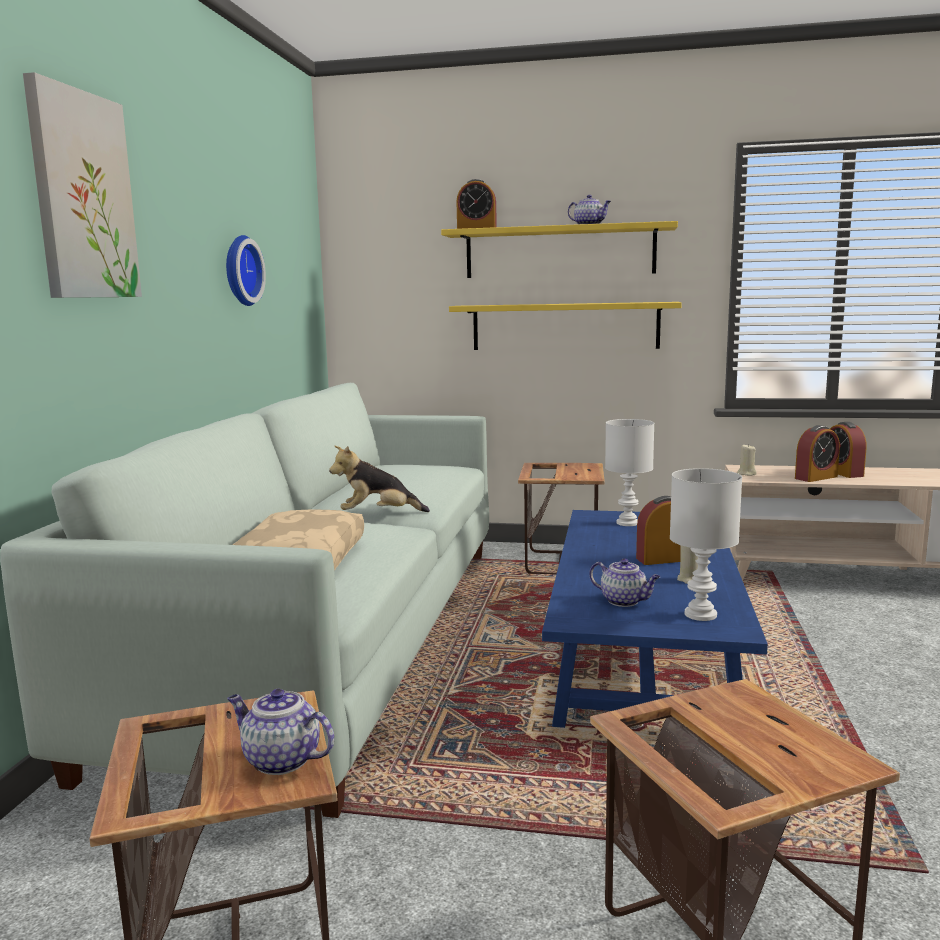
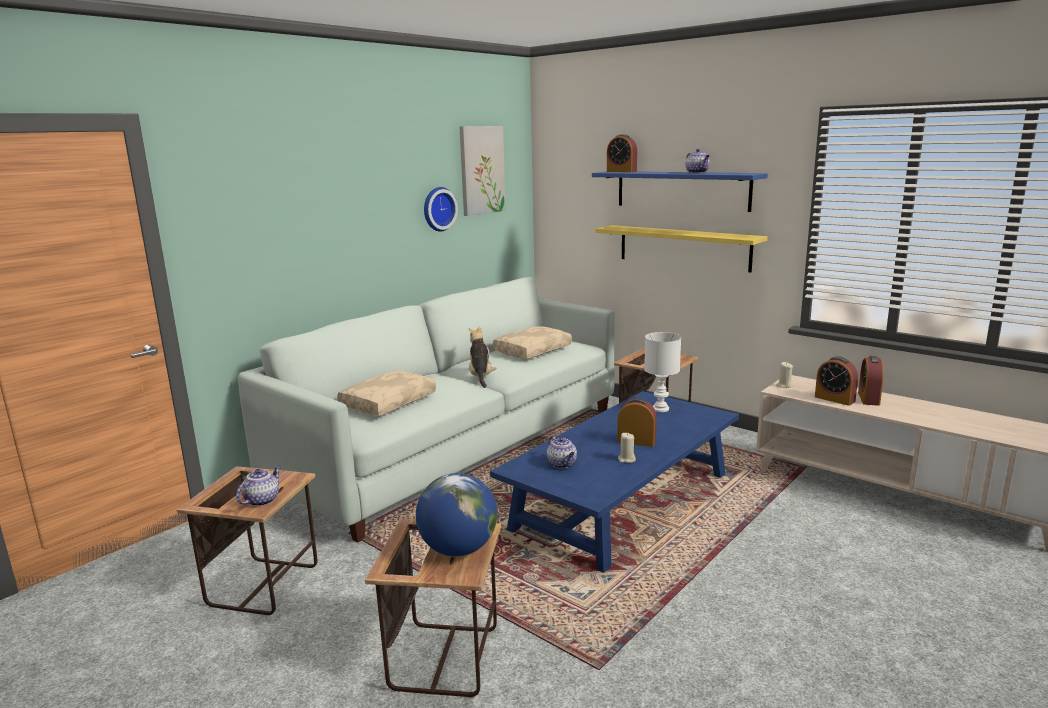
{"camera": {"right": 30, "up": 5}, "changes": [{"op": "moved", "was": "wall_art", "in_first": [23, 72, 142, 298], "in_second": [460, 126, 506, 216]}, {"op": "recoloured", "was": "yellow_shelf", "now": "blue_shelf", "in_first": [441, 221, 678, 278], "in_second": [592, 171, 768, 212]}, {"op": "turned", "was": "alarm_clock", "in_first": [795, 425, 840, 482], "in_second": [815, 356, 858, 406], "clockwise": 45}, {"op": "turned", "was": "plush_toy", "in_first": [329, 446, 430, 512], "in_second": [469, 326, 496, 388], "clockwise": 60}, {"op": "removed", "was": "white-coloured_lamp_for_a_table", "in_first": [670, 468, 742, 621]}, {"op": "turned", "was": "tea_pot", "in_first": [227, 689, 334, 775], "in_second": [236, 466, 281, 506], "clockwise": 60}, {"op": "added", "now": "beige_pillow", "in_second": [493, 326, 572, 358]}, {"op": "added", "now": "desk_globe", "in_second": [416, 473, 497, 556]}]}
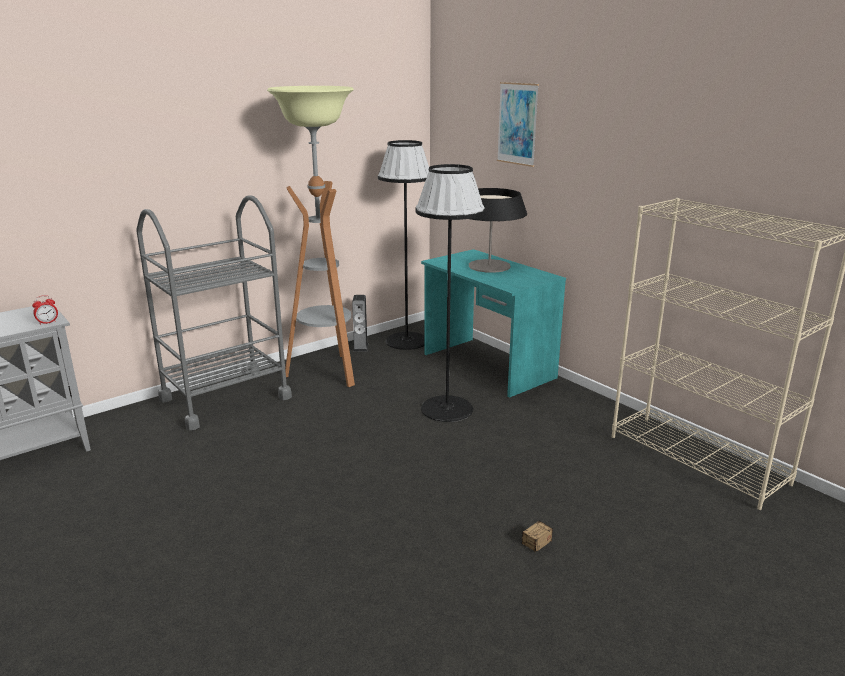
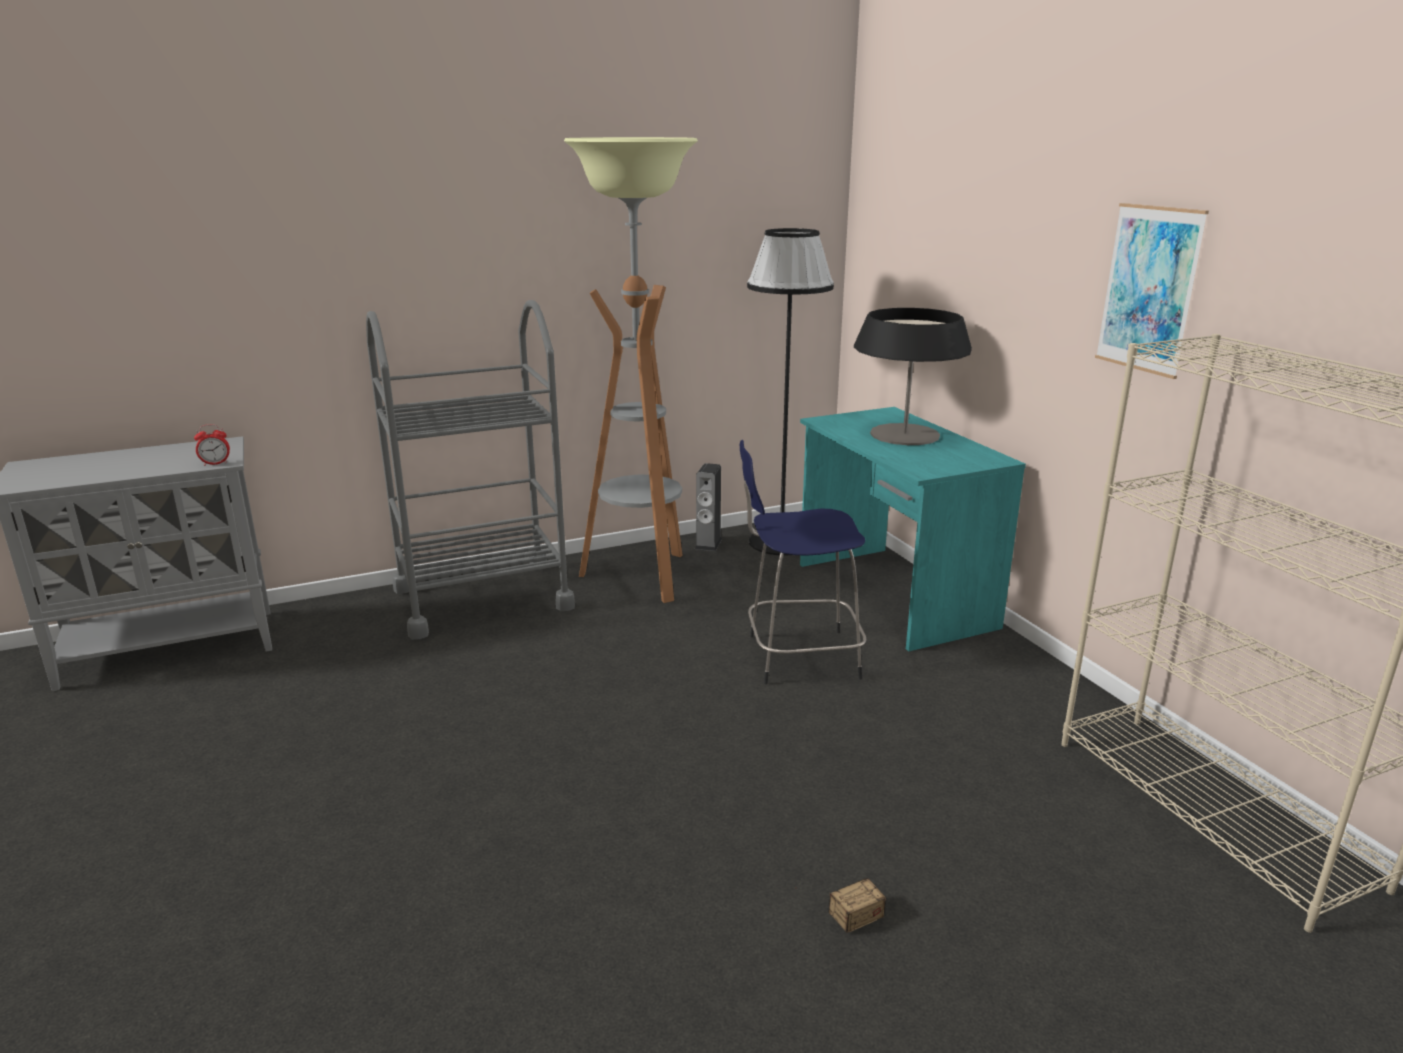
{"camera": {"right": 15, "up": 0}, "changes": [{"op": "moved", "was": "wall_art", "in_first": [497, 82, 539, 167], "in_second": [1095, 203, 1209, 379]}, {"op": "replaced", "was": "black-coloured_standing_lamp", "now": "blue_stool", "in_first": [416, 164, 485, 422], "in_second": [740, 440, 866, 684]}]}
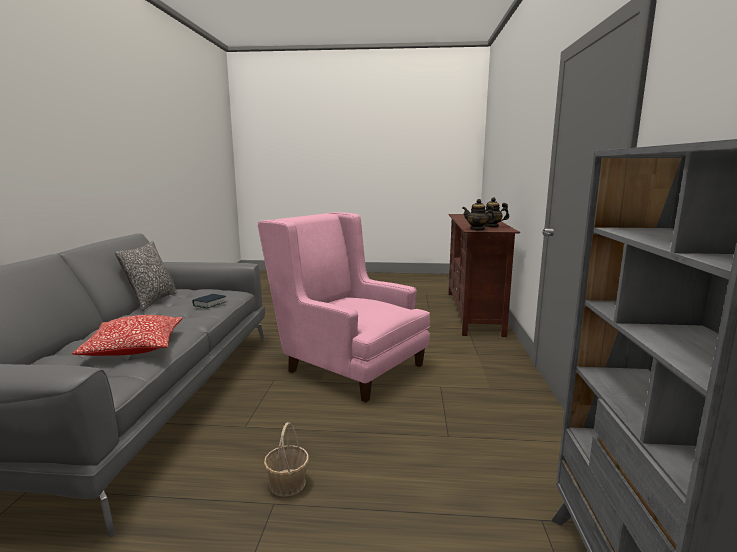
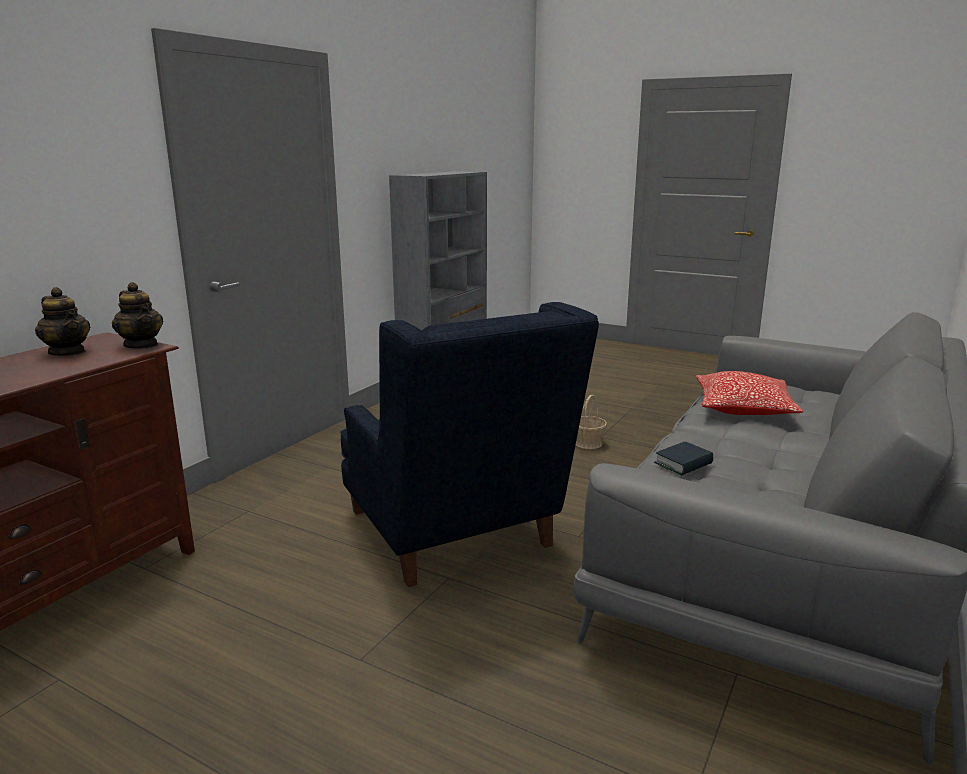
{"camera": {"right": -155, "up": 5}, "changes": [{"op": "recoloured", "was": "pinkish_armchair", "now": "blue_armchair", "in_first": [258, 212, 430, 402], "in_second": [340, 302, 599, 587]}, {"op": "removed", "was": "pillow", "in_first": [115, 241, 177, 311]}]}
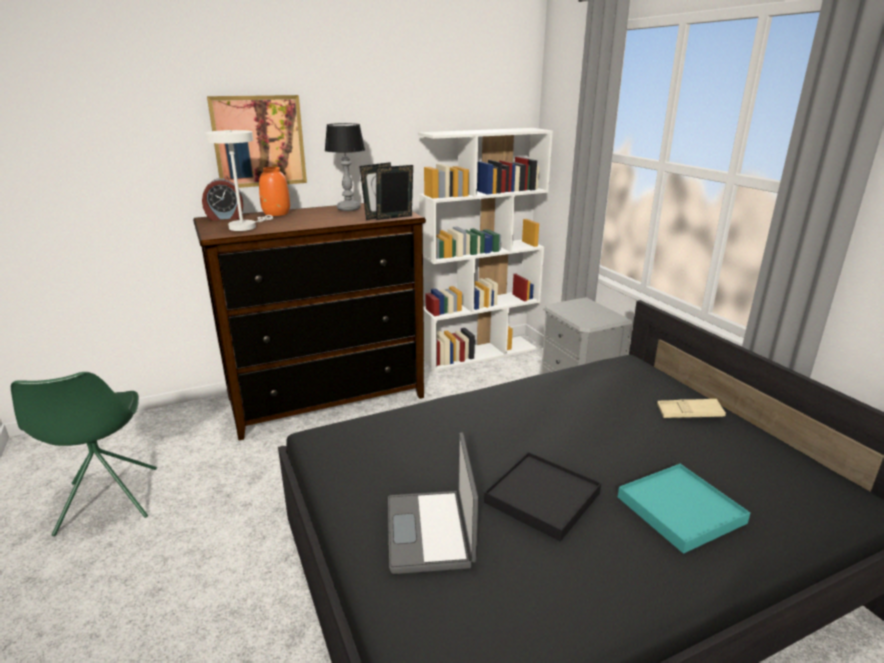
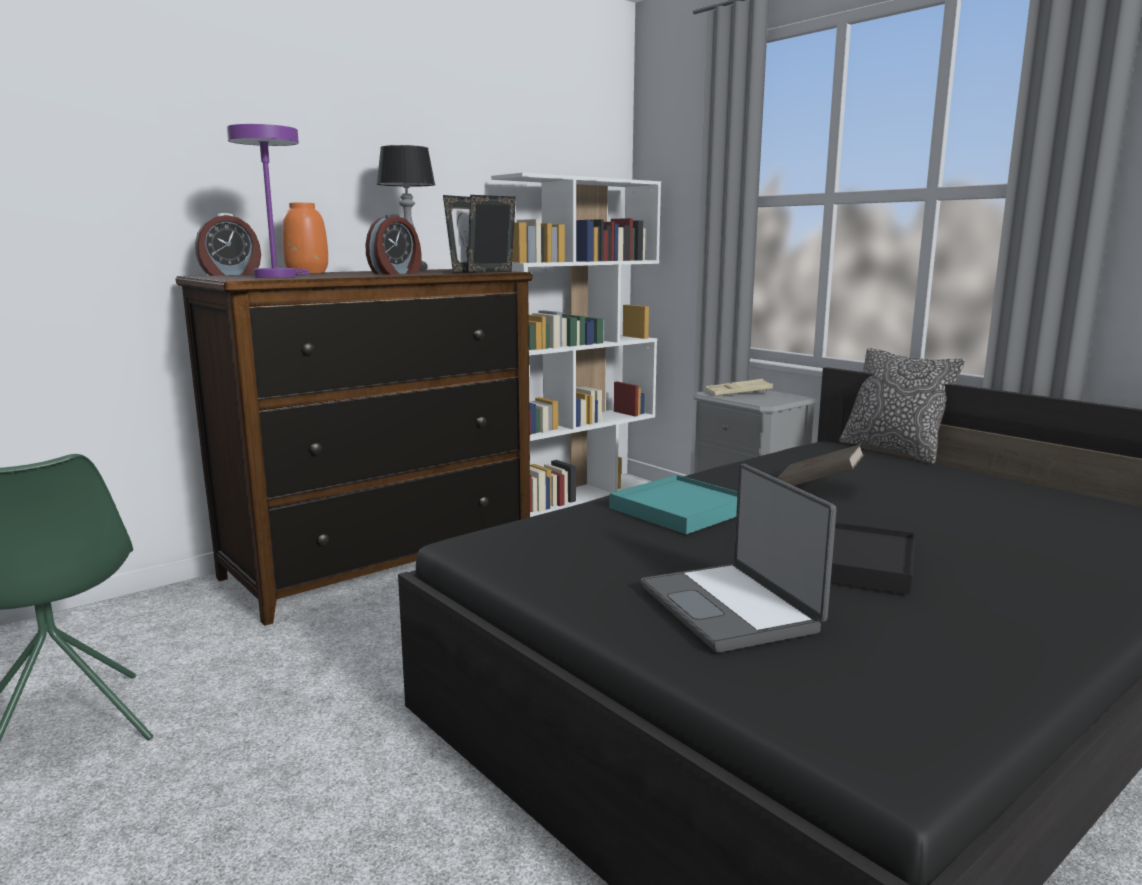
{"camera": {"right": -15, "up": -10}, "changes": [{"op": "removed", "was": "wall_art", "in_first": [207, 95, 307, 188]}, {"op": "recoloured", "was": "white-coloured_lamp_for_a_table", "now": "purplish_lamp_for_a_table", "in_first": [205, 130, 273, 231], "in_second": [227, 124, 310, 278]}, {"op": "moved", "was": "beige_tray", "in_first": [657, 399, 726, 418], "in_second": [705, 379, 773, 396]}, {"op": "moved", "was": "turquoise_tray", "in_first": [618, 464, 750, 554], "in_second": [610, 475, 738, 534]}, {"op": "added", "now": "alarm_clock", "in_second": [365, 214, 422, 274]}, {"op": "added", "now": "pillow", "in_second": [839, 348, 965, 464]}, {"op": "added", "now": "brown-coloured_volume", "in_second": [777, 444, 864, 486]}]}
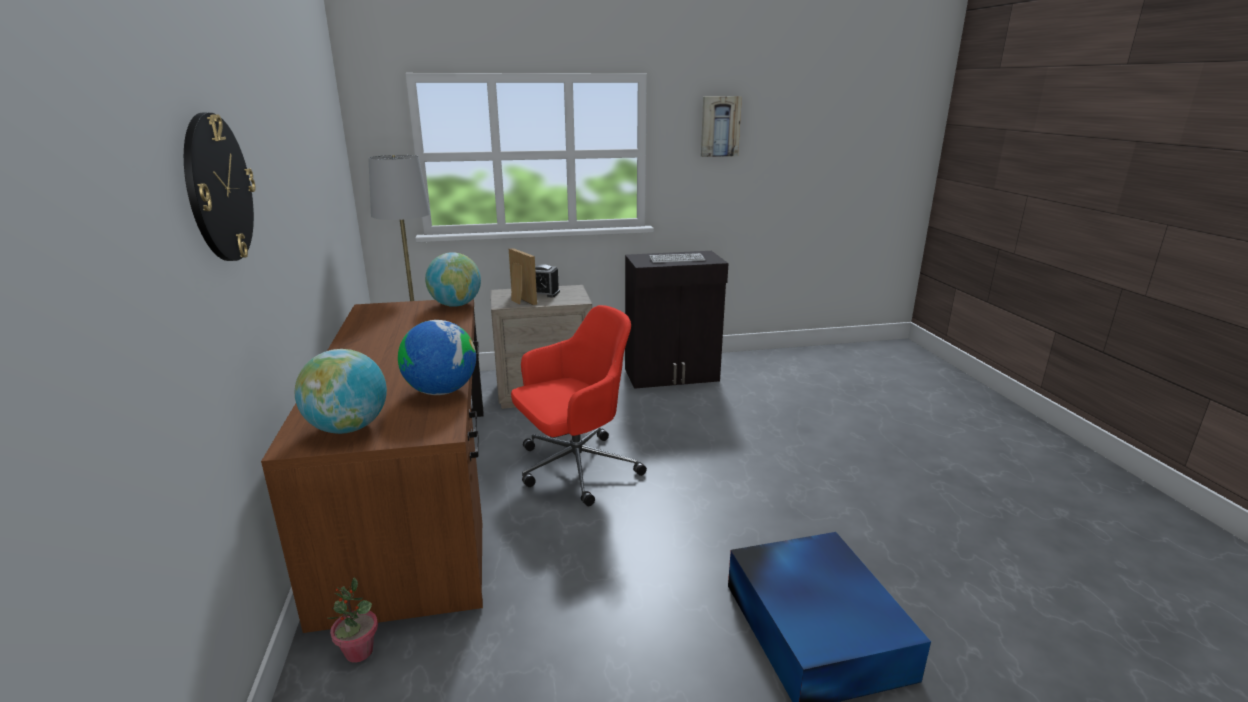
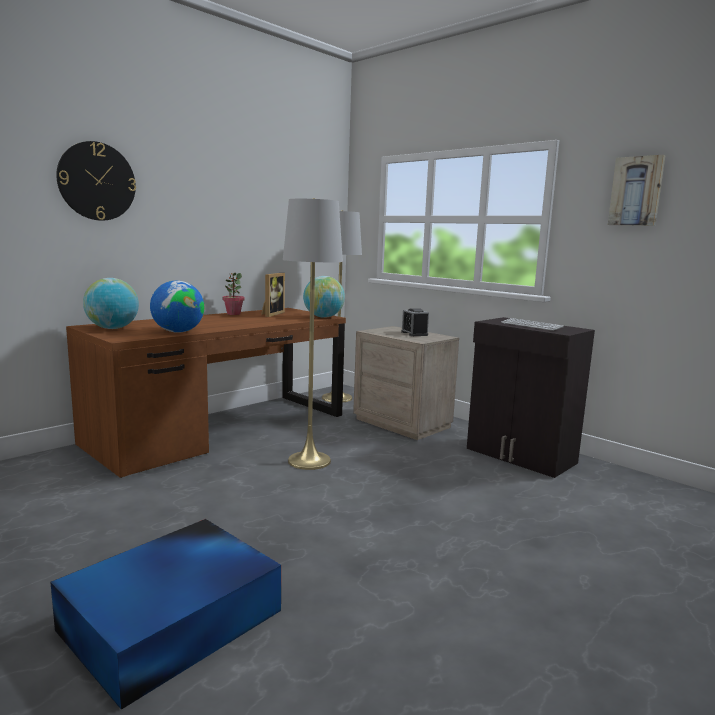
{"camera": {"right": 55, "up": -10}, "changes": [{"op": "moved", "was": "standing_frame", "in_first": [509, 248, 537, 305], "in_second": [261, 273, 285, 317]}, {"op": "replaced", "was": "red_computer_chair", "now": "greyish_standing_lamp", "in_first": [511, 305, 647, 506], "in_second": [283, 198, 343, 470]}, {"op": "moved", "was": "plant_in_a_pot", "in_first": [327, 578, 378, 663], "in_second": [223, 273, 245, 315]}]}
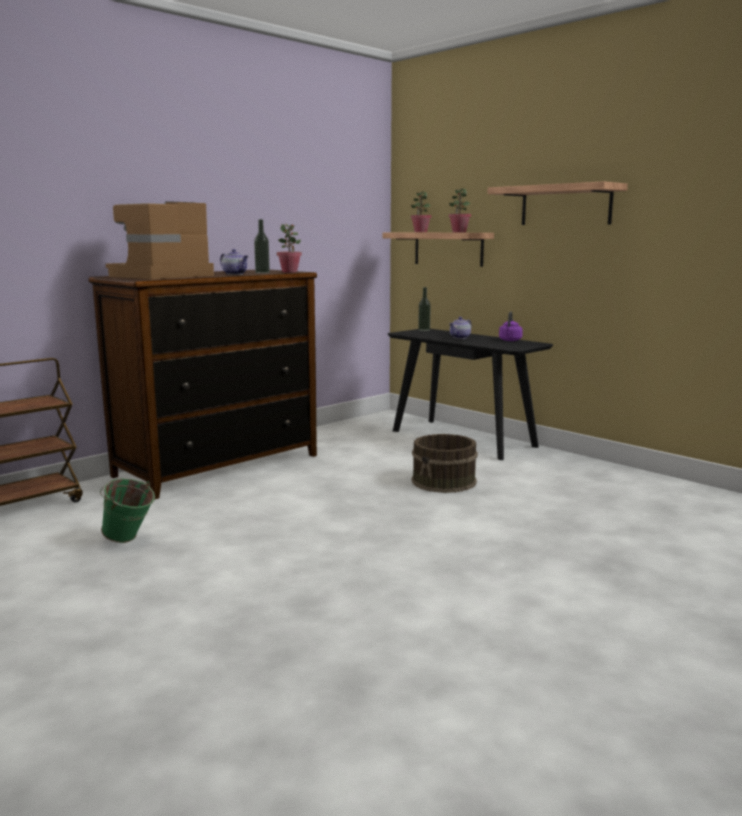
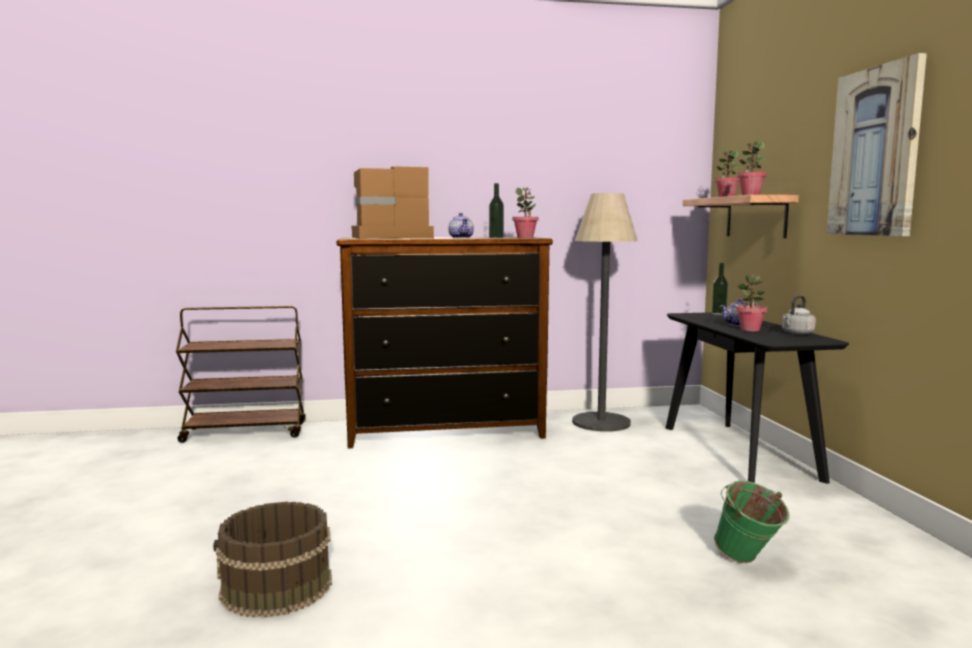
{"camera": {"right": 35, "up": -5}, "changes": [{"op": "replaced", "was": "shelf", "now": "wall_art", "in_first": [487, 181, 628, 225], "in_second": [827, 53, 927, 236]}, {"op": "recoloured", "was": "purplish_kettle", "now": "greyish_kettle", "in_first": [499, 311, 523, 341], "in_second": [782, 295, 816, 335]}, {"op": "moved", "was": "brown-coloured_bucket", "in_first": [412, 434, 478, 493], "in_second": [213, 501, 332, 618]}, {"op": "moved", "was": "green_bucket", "in_first": [100, 478, 155, 543], "in_second": [714, 481, 789, 563]}, {"op": "added", "now": "standing_lamp", "in_second": [572, 193, 638, 432]}, {"op": "added", "now": "plant_in_a_pot", "in_second": [736, 275, 767, 331]}]}
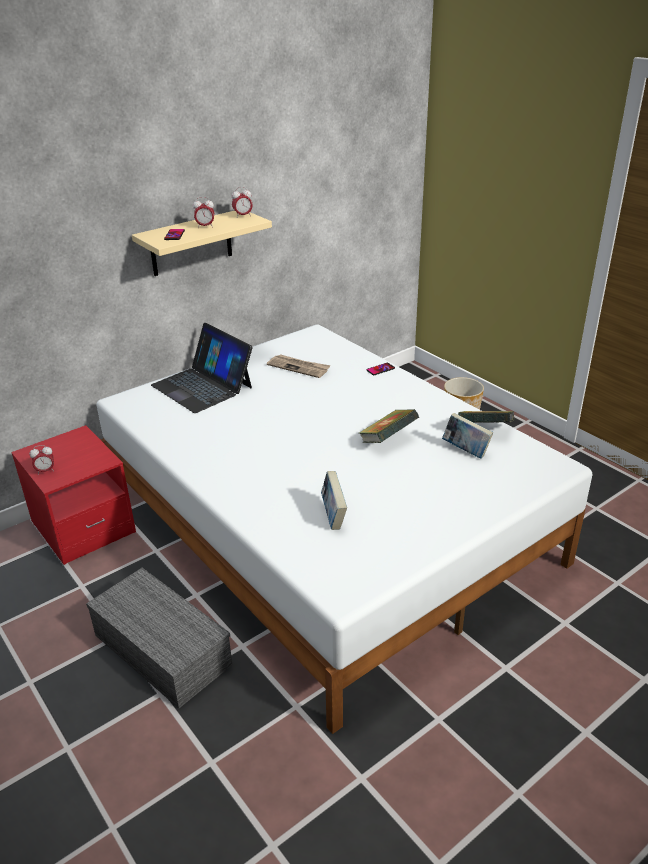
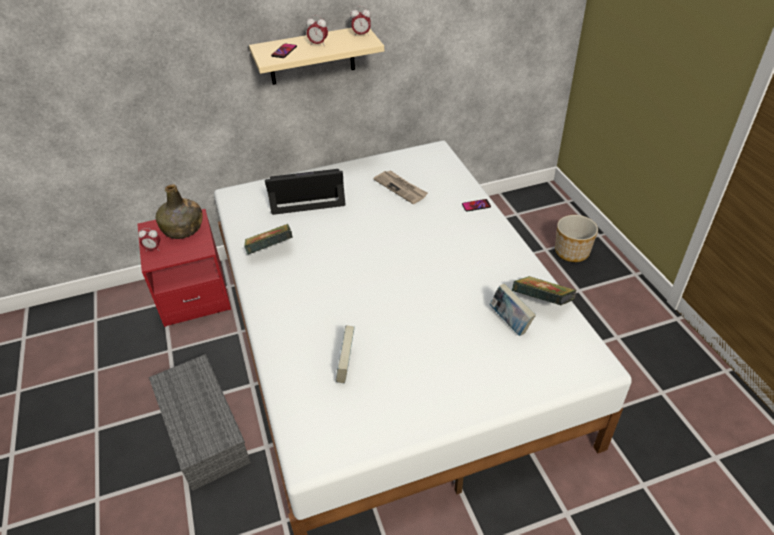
{"camera": {"right": 20, "up": 10}, "changes": [{"op": "turned", "was": "laptop", "in_first": [151, 323, 253, 413], "in_second": [265, 169, 346, 215], "clockwise": 105}, {"op": "moved", "was": "volume", "in_first": [359, 409, 419, 443], "in_second": [244, 224, 293, 254]}, {"op": "added", "now": "green_drink_bottle", "in_second": [156, 184, 202, 239]}]}
